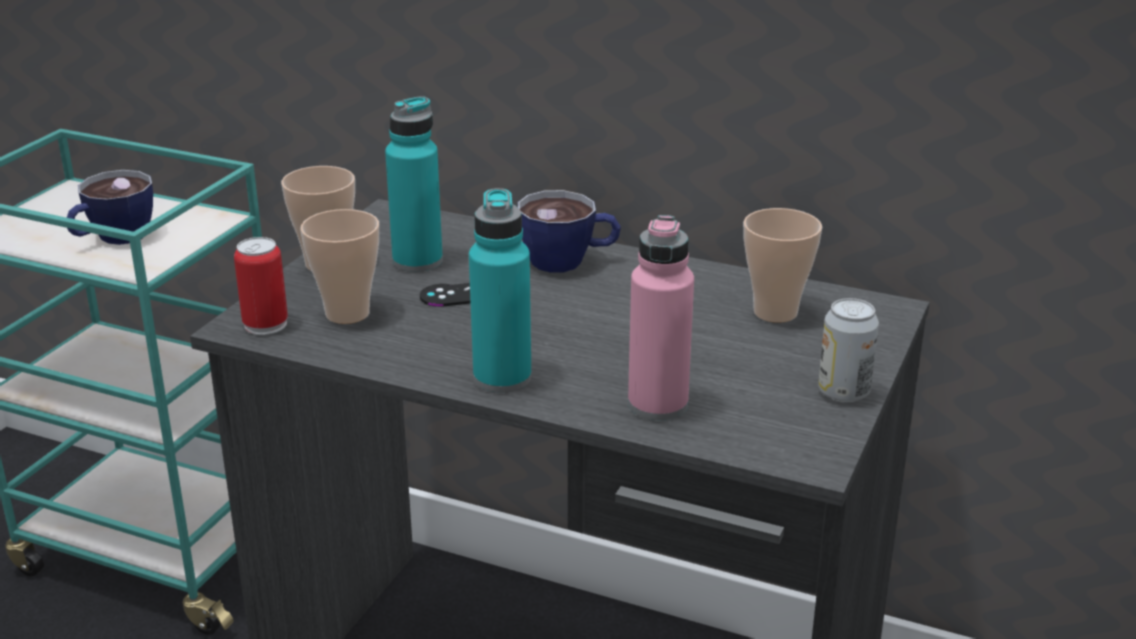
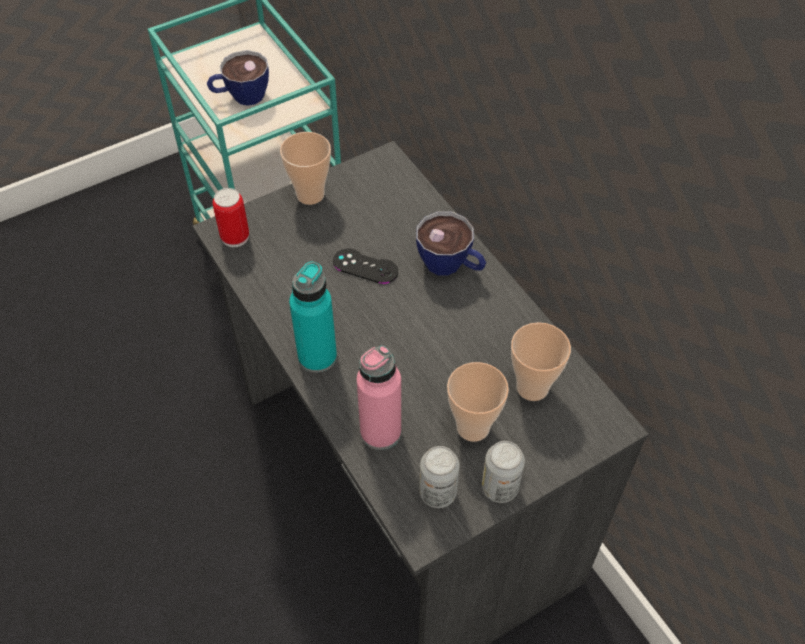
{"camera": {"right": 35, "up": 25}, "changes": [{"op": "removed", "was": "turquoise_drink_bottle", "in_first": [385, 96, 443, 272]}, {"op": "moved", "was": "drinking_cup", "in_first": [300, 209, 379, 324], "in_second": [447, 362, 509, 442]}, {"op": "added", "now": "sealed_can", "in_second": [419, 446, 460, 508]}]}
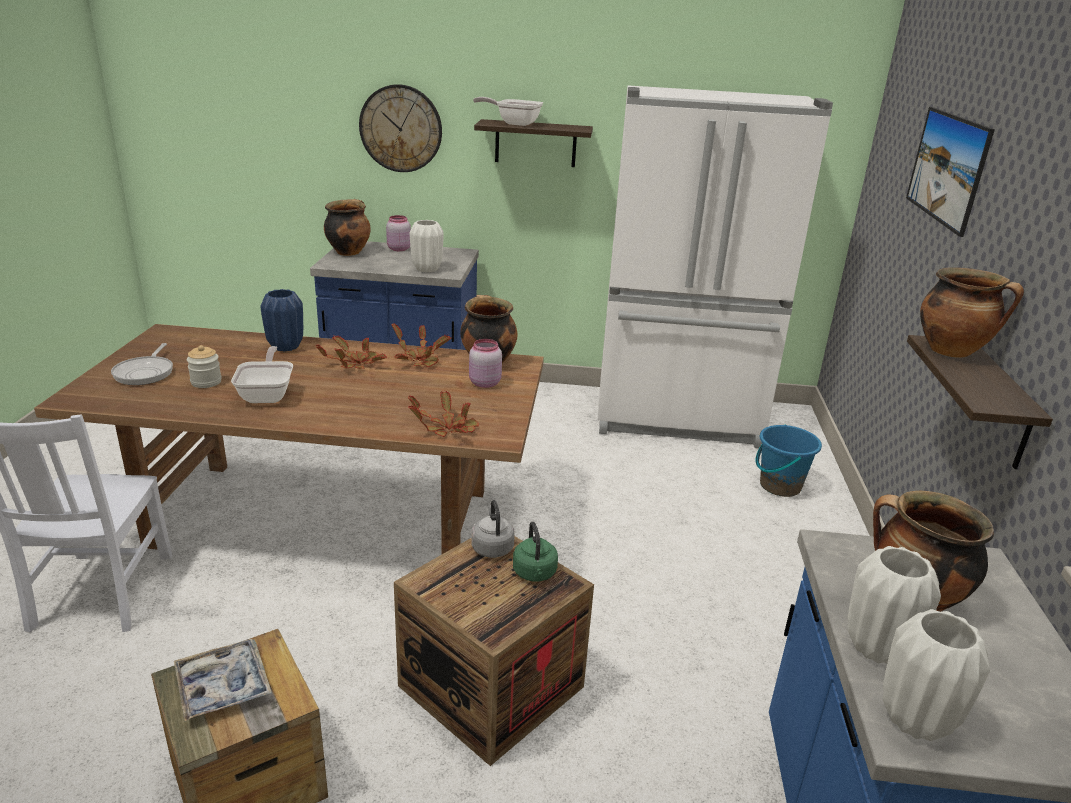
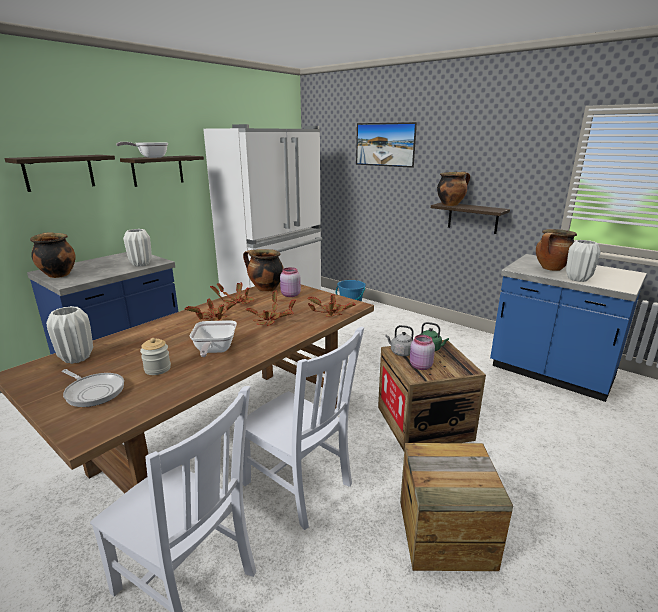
{"camera": {"right": -55, "up": -5}, "changes": [{"op": "replaced", "was": "hanging_clock", "now": "shelf", "in_first": [359, 84, 442, 172], "in_second": [4, 155, 115, 192]}, {"op": "moved", "was": "pinkish_preserve_jar", "in_first": [386, 215, 411, 251], "in_second": [410, 335, 435, 370]}, {"op": "removed", "was": "blue_flower_vase", "in_first": [260, 289, 303, 351]}, {"op": "turned", "was": "frying_pan", "in_first": [231, 346, 293, 403], "in_second": [190, 320, 237, 357], "clockwise": -120}, {"op": "moved", "was": "white-coloured_flower_vase", "in_first": [882, 609, 990, 741], "in_second": [46, 306, 93, 364]}, {"op": "removed", "was": "tray", "in_first": [174, 639, 272, 721]}, {"op": "added", "now": "plant_in_a_pot", "in_second": [246, 291, 296, 326]}, {"op": "added", "now": "white-coloured_plain_chair", "in_second": [243, 327, 364, 530]}]}
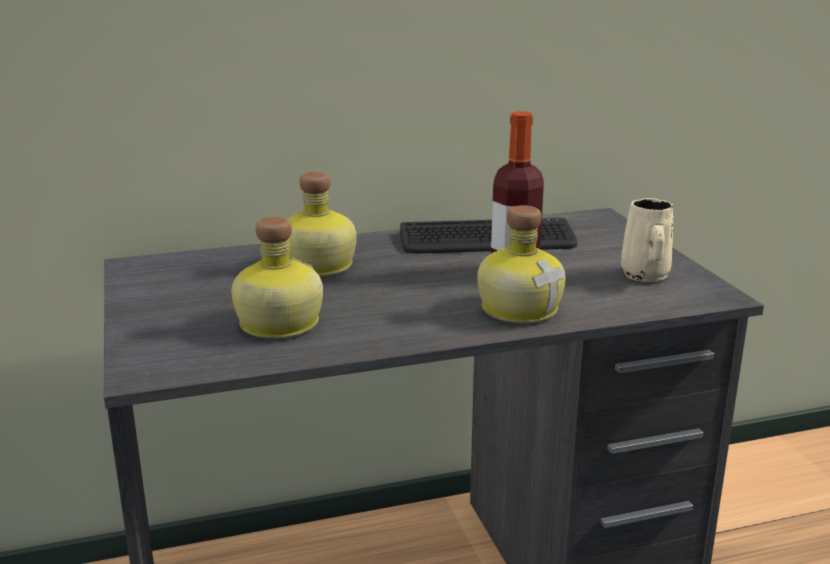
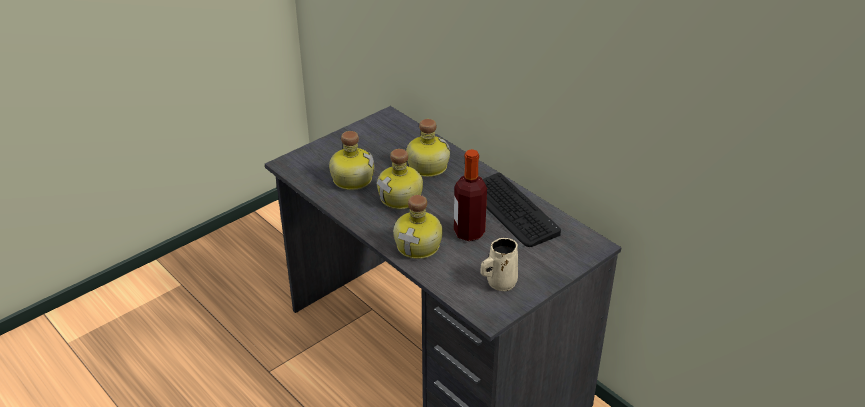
{"camera": {"right": 65, "up": 15}, "changes": [{"op": "added", "now": "drink_bottle", "in_second": [377, 149, 423, 209]}]}
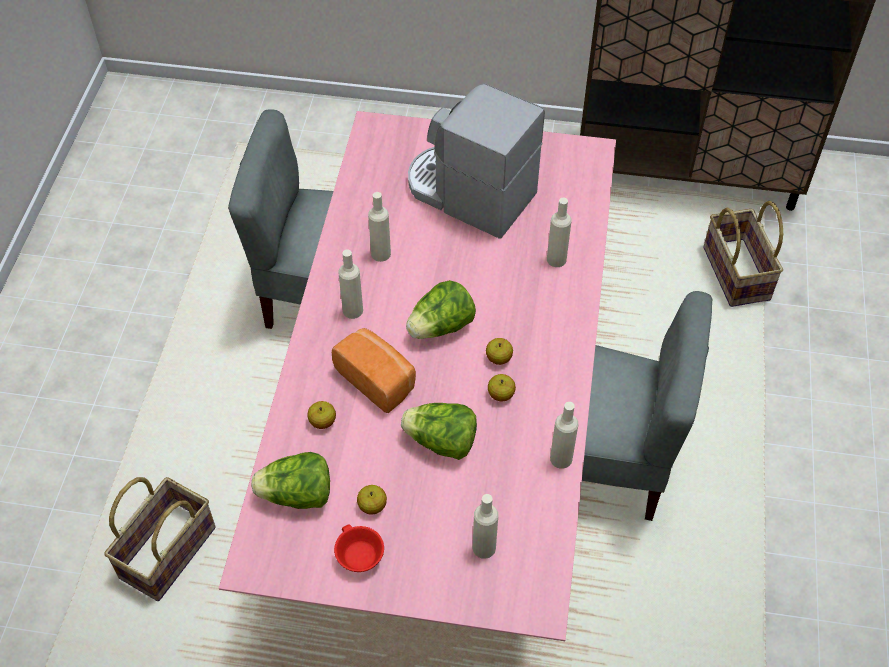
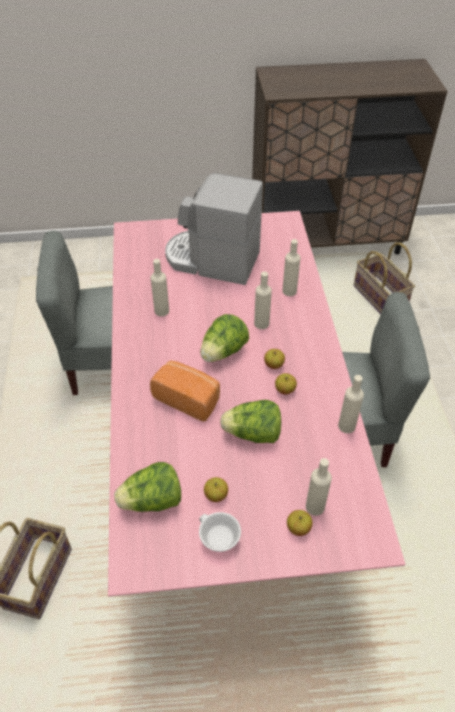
{"camera": {"right": -15, "up": -5}, "changes": [{"op": "moved", "was": "beige_drink_bottle", "in_first": [338, 249, 363, 319], "in_second": [254, 271, 272, 329]}, {"op": "moved", "was": "whole_apple", "in_first": [307, 401, 336, 429], "in_second": [287, 510, 312, 536]}, {"op": "recoloured", "was": "red_drinking_cup", "now": "white-coloured_drinking_cup", "in_first": [334, 524, 384, 572], "in_second": [199, 512, 241, 552]}]}
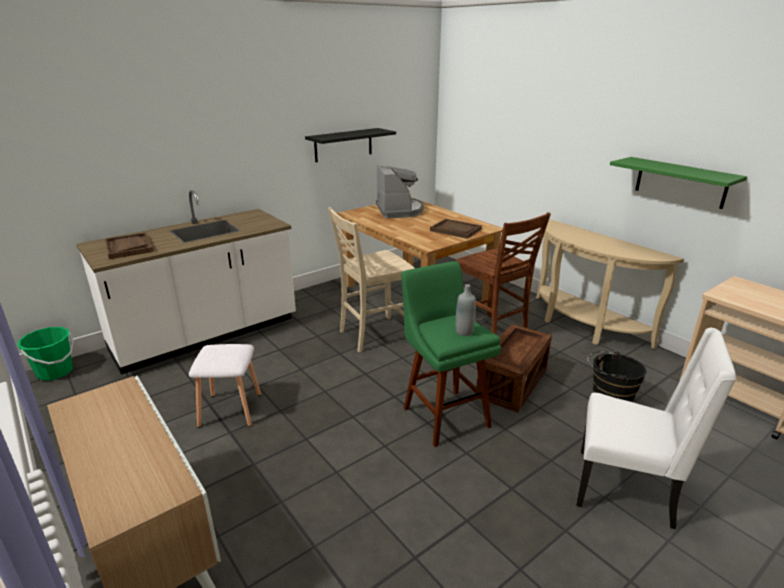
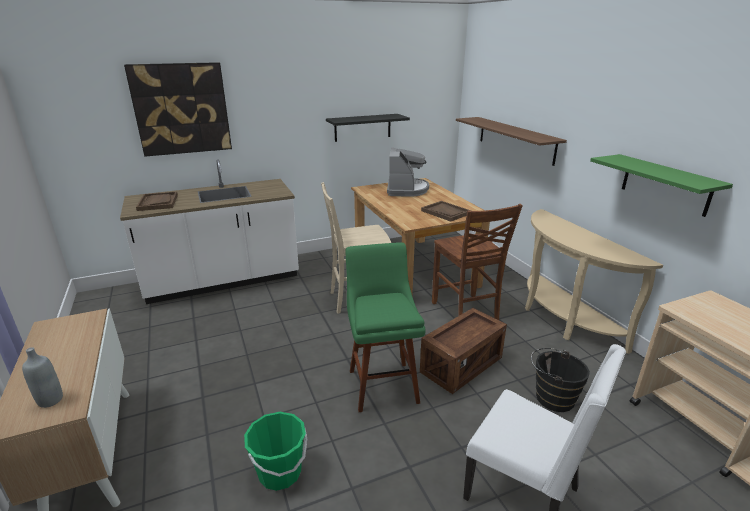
{"camera": {"right": 15, "up": 0}, "changes": [{"op": "moved", "was": "greyish_drink_bottle", "in_first": [456, 284, 476, 336], "in_second": [22, 347, 63, 408]}, {"op": "moved", "was": "green_bucket", "in_first": [17, 327, 73, 380], "in_second": [244, 412, 307, 491]}, {"op": "removed", "was": "white-coloured_stool", "in_first": [189, 344, 261, 428]}, {"op": "added", "now": "wall_art", "in_second": [124, 62, 232, 157]}, {"op": "added", "now": "shelf", "in_second": [456, 117, 567, 166]}]}
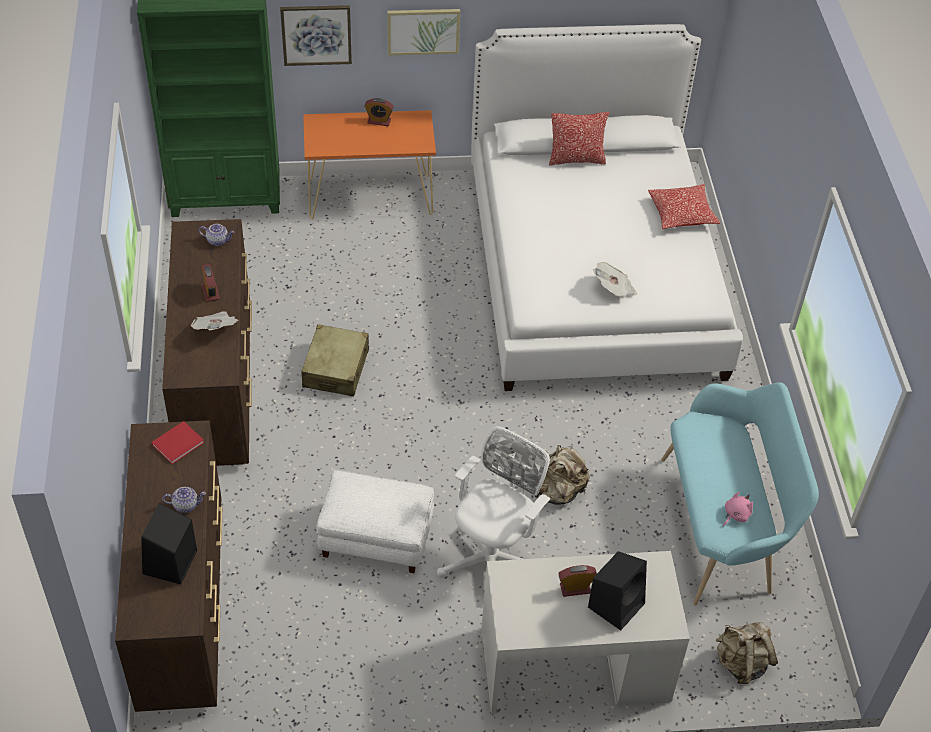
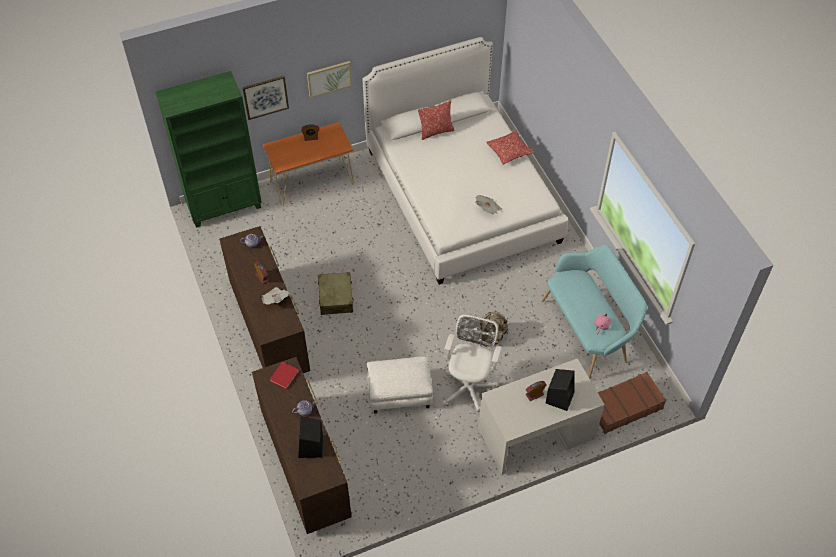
{"camera": {"right": -15, "up": 5}, "changes": [{"op": "replaced", "was": "beige_backpack", "now": "brown-coloured_suitcase", "in_first": [716, 622, 778, 684], "in_second": [598, 372, 667, 434]}]}
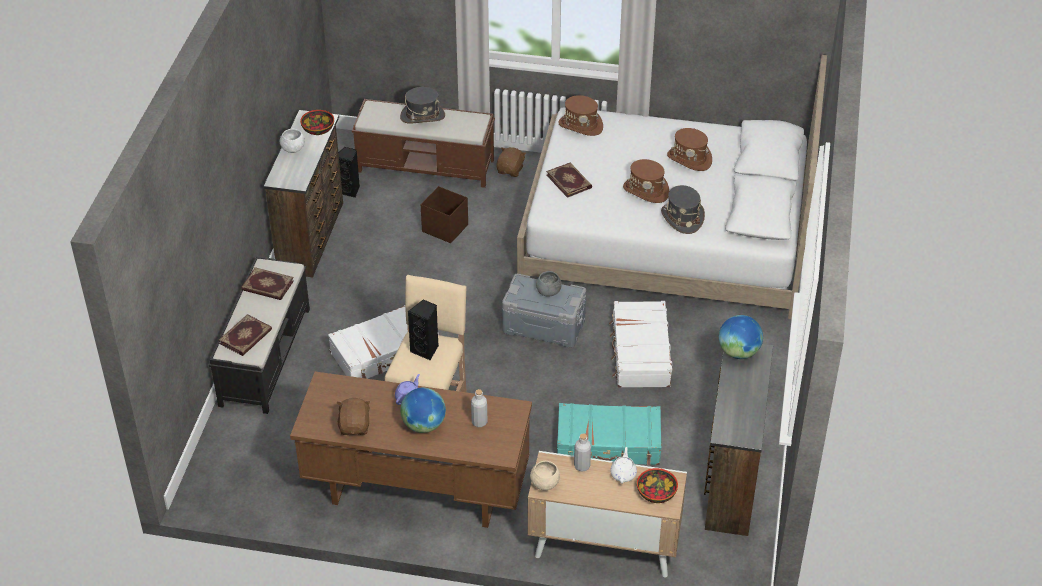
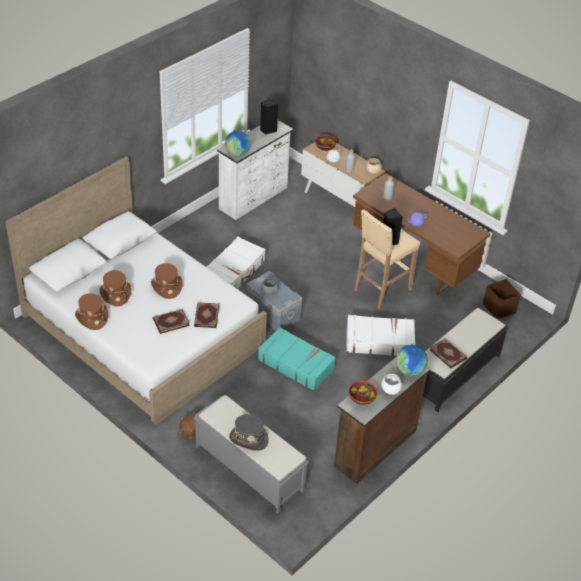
{"camera": {"right": -150, "up": 0}, "changes": [{"op": "moved", "was": "brown-coloured_wearable_hat", "in_first": [558, 95, 603, 136], "in_second": [75, 293, 108, 330]}, {"op": "recoloured", "was": "brown-coloured_indoor_bench", "now": "greyish_indoor_bench", "in_first": [352, 99, 495, 188], "in_second": [194, 395, 309, 514]}, {"op": "moved", "was": "black-coloured_audio_speaker", "in_first": [339, 147, 360, 198], "in_second": [260, 98, 278, 135]}, {"op": "removed", "was": "greyish_wearable_hat", "in_first": [661, 185, 705, 234]}, {"op": "moved", "was": "brown-coloured_storage_container", "in_first": [421, 186, 468, 243], "in_second": [483, 279, 521, 319]}, {"op": "moved", "was": "volume", "in_first": [219, 314, 272, 356], "in_second": [153, 309, 190, 334]}, {"op": "recoloured", "was": "brown-coloured_drawer_chest", "now": "white-coloured_drawer_chest", "in_first": [704, 344, 773, 536], "in_second": [217, 120, 293, 220]}, {"op": "moved", "was": "desk_globe", "in_first": [400, 388, 446, 433], "in_second": [396, 345, 428, 376]}, {"op": "removed", "was": "brown-coloured_plush_toy", "in_first": [337, 398, 371, 435]}, {"op": "moved", "was": "turquoise_suitcase", "in_first": [557, 403, 661, 465], "in_second": [258, 327, 336, 391]}]}
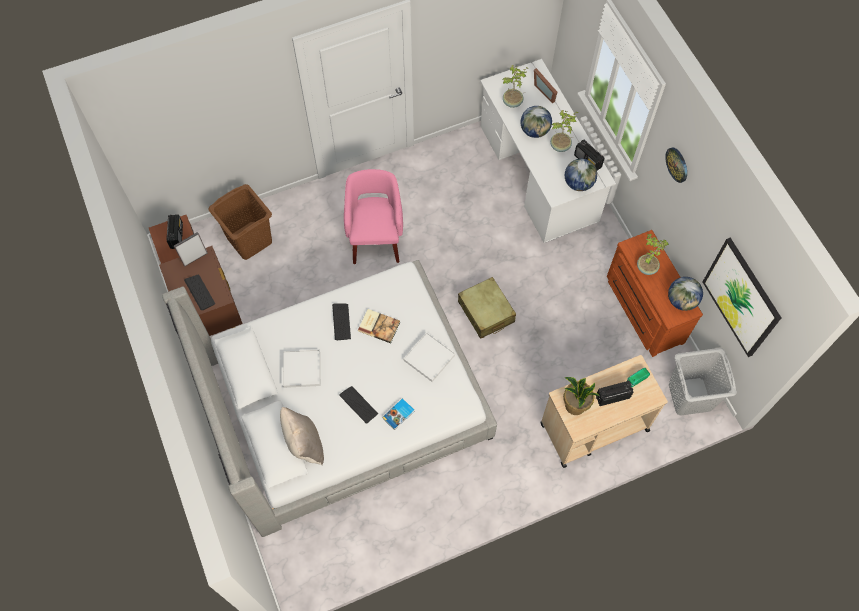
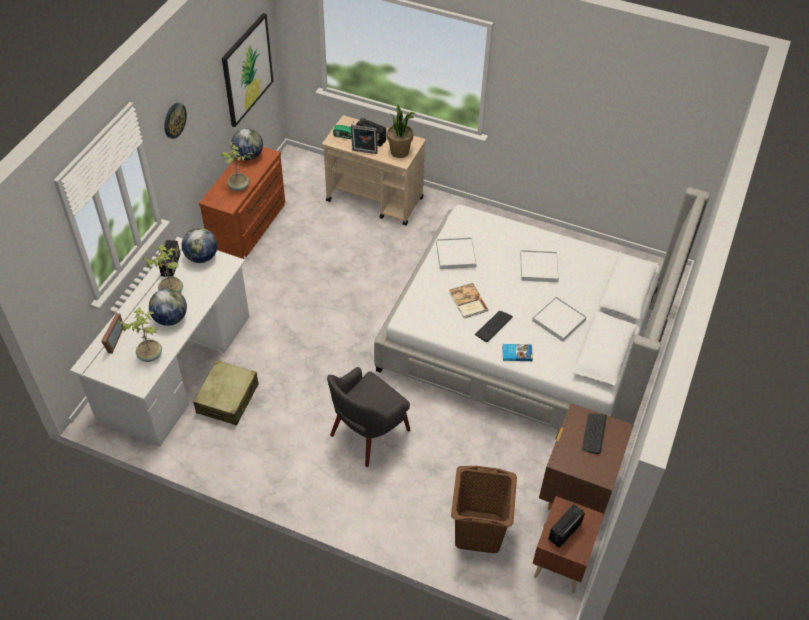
{"camera": {"right": -135, "up": -15}, "changes": [{"op": "recoloured", "was": "pinkish_armchair", "now": "greyish_armchair", "in_first": [344, 169, 403, 264], "in_second": [327, 367, 410, 467]}, {"op": "moved", "was": "standing_frame", "in_first": [174, 232, 208, 267], "in_second": [351, 125, 378, 154]}, {"op": "moved", "was": "beige_suitcase", "in_first": [458, 277, 516, 339], "in_second": [193, 360, 259, 426]}, {"op": "removed", "was": "greyish_hamper", "in_first": [669, 348, 737, 416]}, {"op": "replaced", "was": "computer_keyboard", "now": "white-coloured_tray", "in_first": [339, 386, 378, 424], "in_second": [520, 250, 559, 282]}, {"op": "moved", "was": "volume", "in_first": [382, 398, 414, 430], "in_second": [502, 344, 533, 361]}, {"op": "removed", "was": "beige_pillow", "in_first": [280, 407, 324, 465]}]}
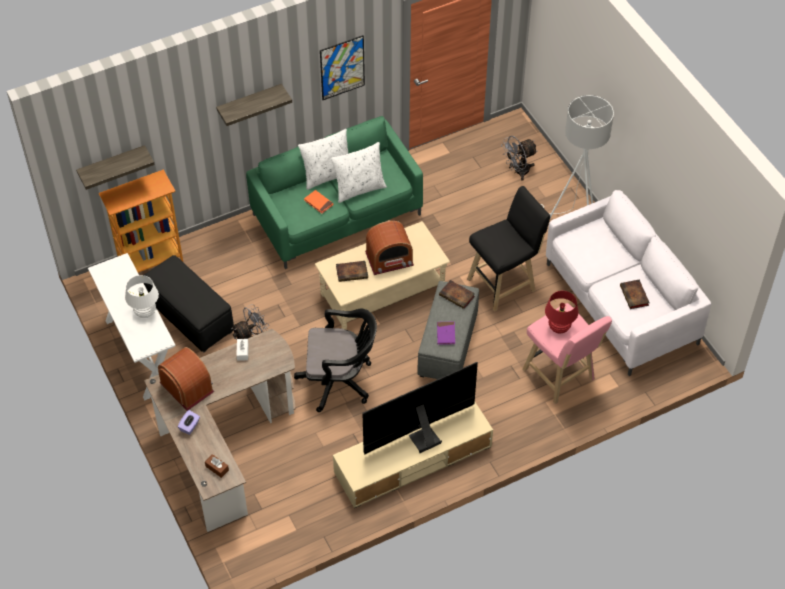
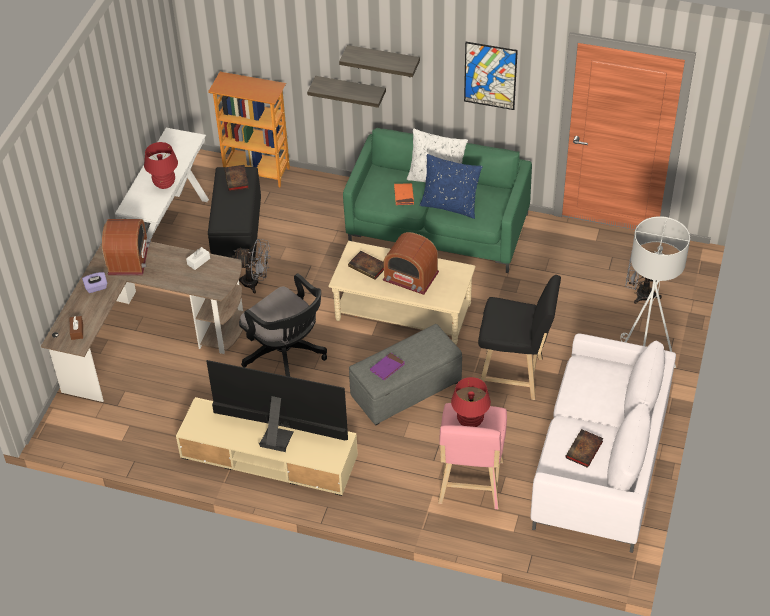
{"camera": {"right": 45, "up": -5}, "changes": [{"op": "recoloured", "was": "white-coloured_pillow", "now": "blue_pillow", "in_first": [331, 142, 387, 203], "in_second": [420, 154, 483, 219]}, {"op": "moved", "was": "shelf", "in_first": [76, 145, 155, 190], "in_second": [307, 76, 386, 108]}, {"op": "recoloured", "was": "white-coloured_lamp_for_a_table", "now": "red_lamp_for_a_table", "in_first": [125, 275, 159, 318], "in_second": [144, 142, 178, 189]}, {"op": "moved", "was": "volume", "in_first": [439, 280, 475, 309], "in_second": [224, 165, 249, 191]}]}
